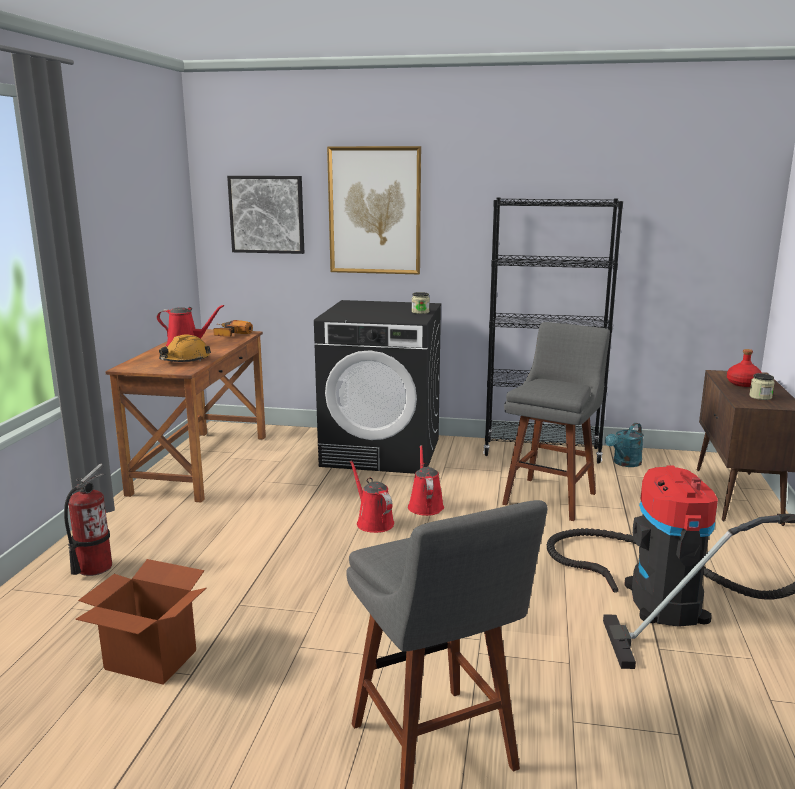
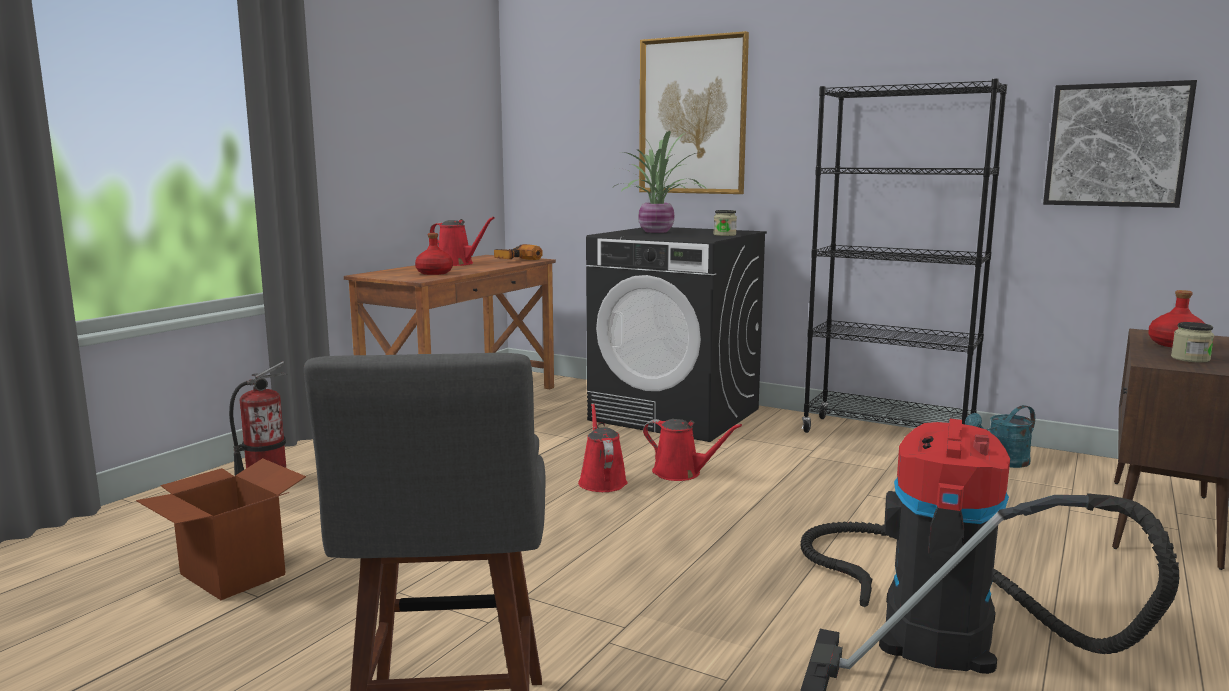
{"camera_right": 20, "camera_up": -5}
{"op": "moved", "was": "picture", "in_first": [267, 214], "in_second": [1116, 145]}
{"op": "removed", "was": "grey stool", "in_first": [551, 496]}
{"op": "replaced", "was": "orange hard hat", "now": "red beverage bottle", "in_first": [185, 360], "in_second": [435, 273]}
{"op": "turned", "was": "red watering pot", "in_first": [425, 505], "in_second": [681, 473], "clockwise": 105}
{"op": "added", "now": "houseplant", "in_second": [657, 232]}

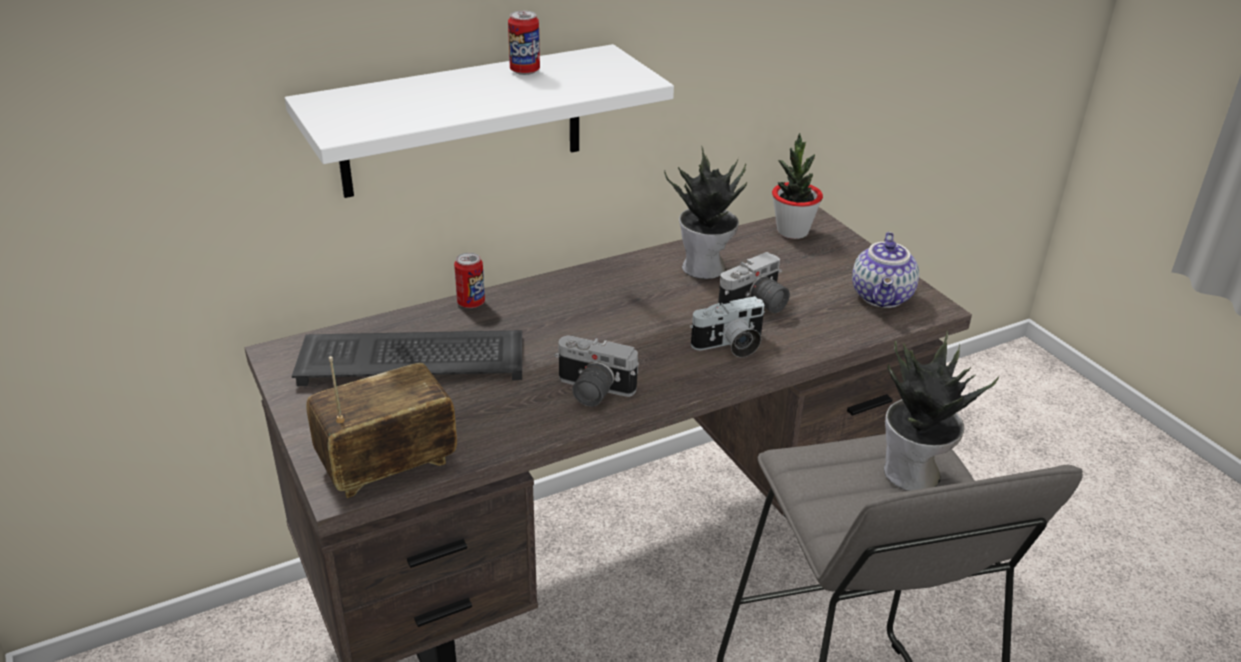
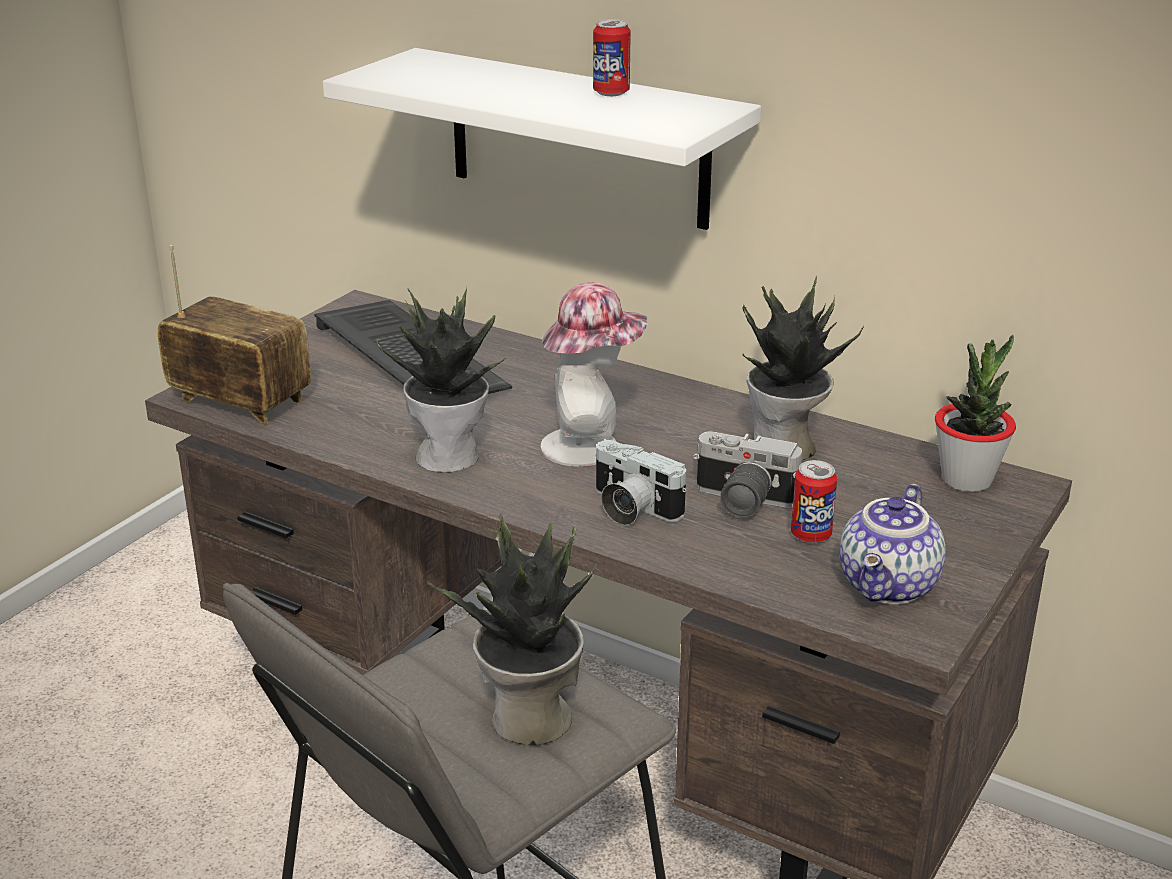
{"camera_right": 60, "camera_up": -5}
{"op": "turned", "was": "teapot", "in_first": [883, 297], "in_second": [890, 586], "clockwise": -45}
{"op": "moved", "was": "sealed can", "in_first": [471, 303], "in_second": [811, 535]}
{"op": "replaced", "was": "photo camera", "now": "houseplant", "in_first": [591, 392], "in_second": [450, 456]}
{"op": "added", "now": "hat", "in_second": [590, 446]}

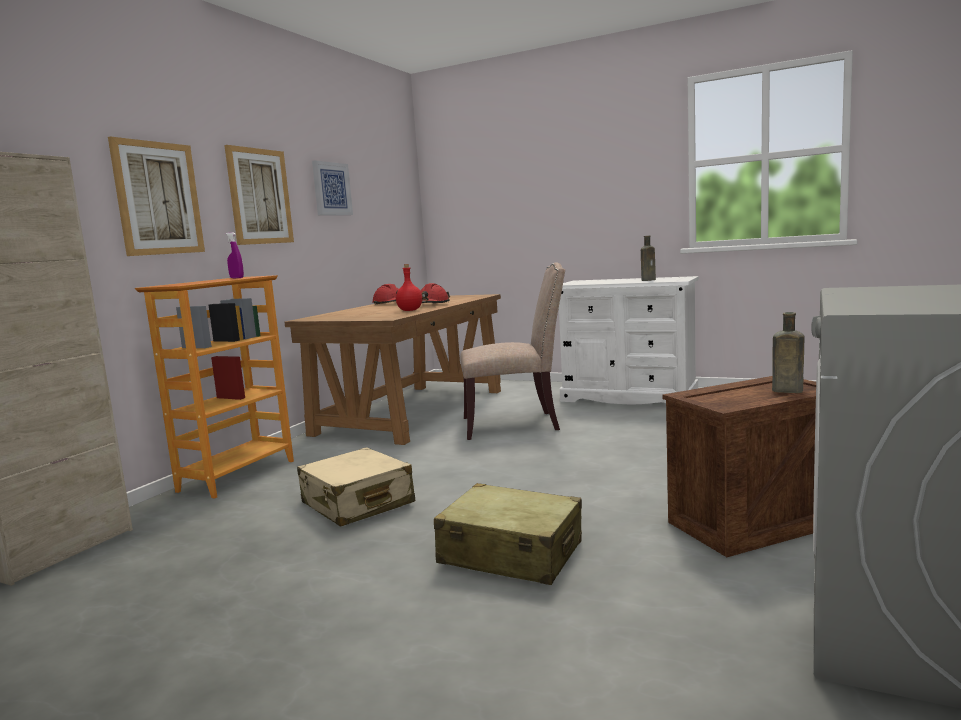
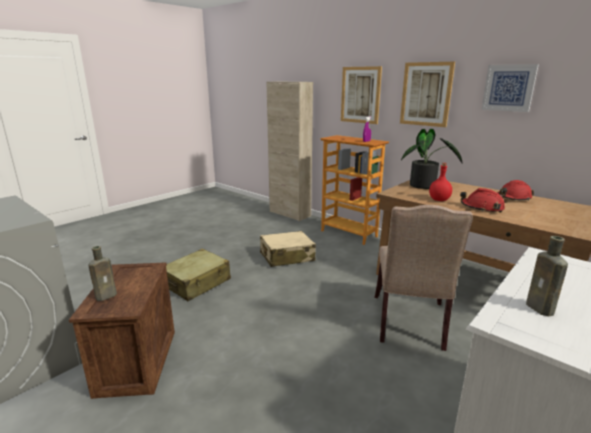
{"camera_right": 105, "camera_up": 10}
{"op": "added", "now": "houseplant", "in_second": [425, 186]}

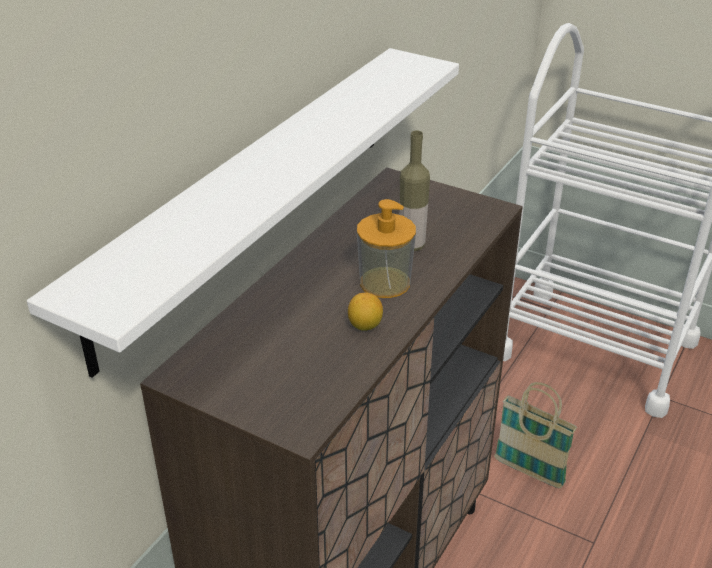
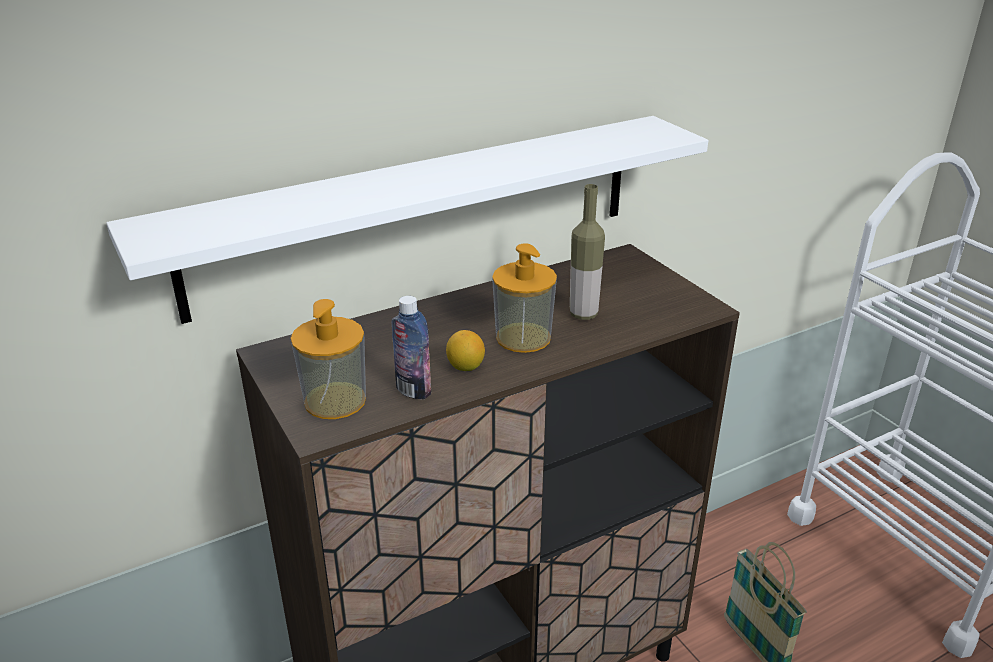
{"camera_right": 30, "camera_up": -5}
{"op": "added", "now": "beverage bottle", "in_second": [413, 390]}
{"op": "added", "now": "soap dispenser", "in_second": [335, 400]}

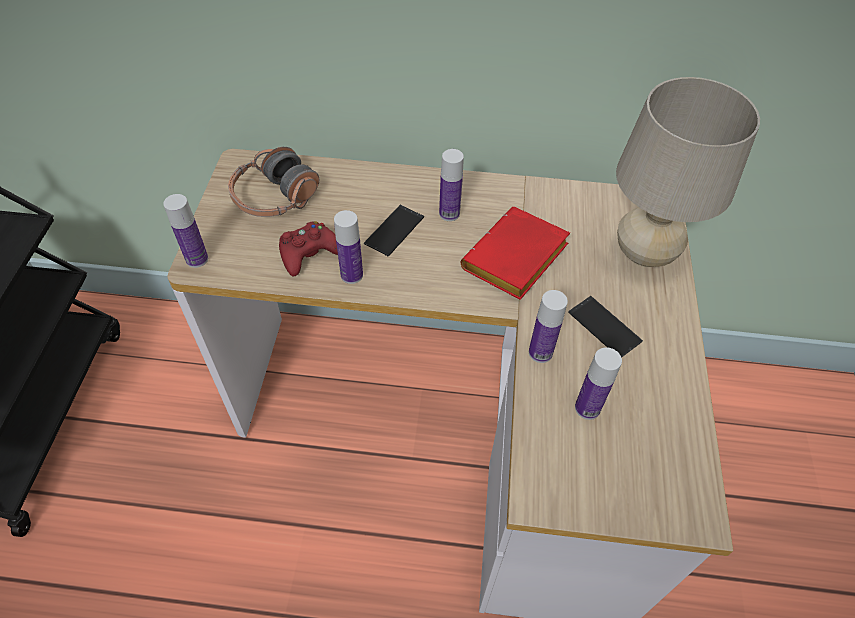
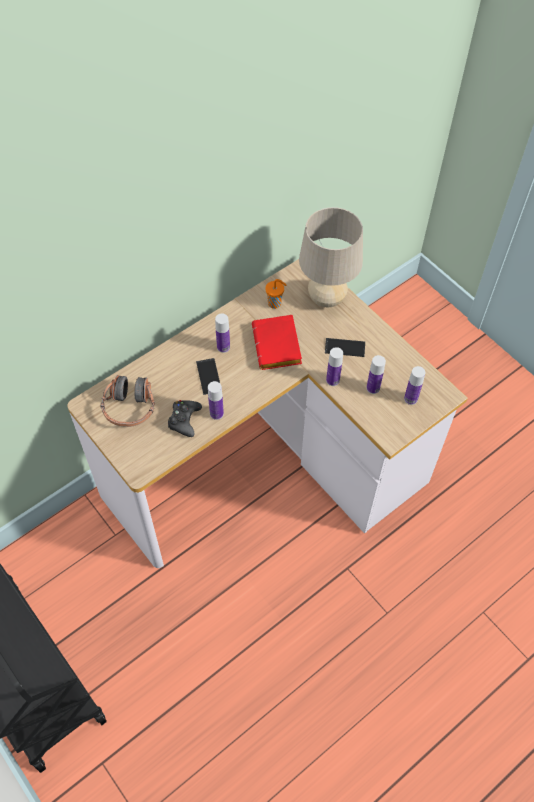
{"camera_right": -45, "camera_up": 5}
{"op": "moved", "was": "beverage bottle", "in_first": [197, 259], "in_second": [410, 399]}
{"op": "recoloured", "was": "red joypad", "now": "black joypad", "in_first": [309, 253], "in_second": [184, 420]}
{"op": "added", "now": "orange cup", "in_second": [275, 304]}

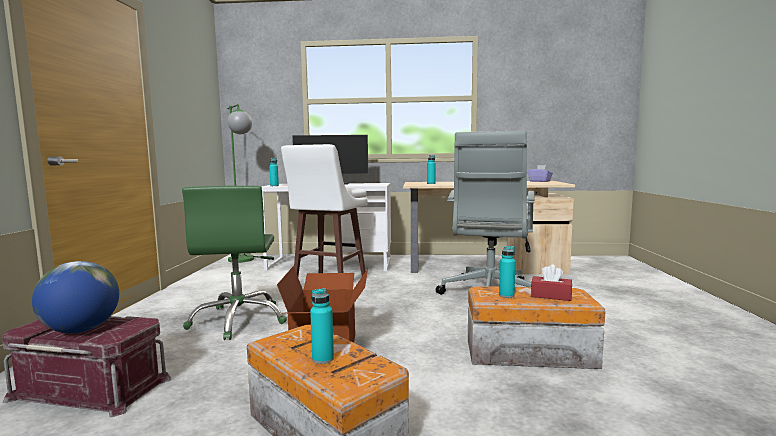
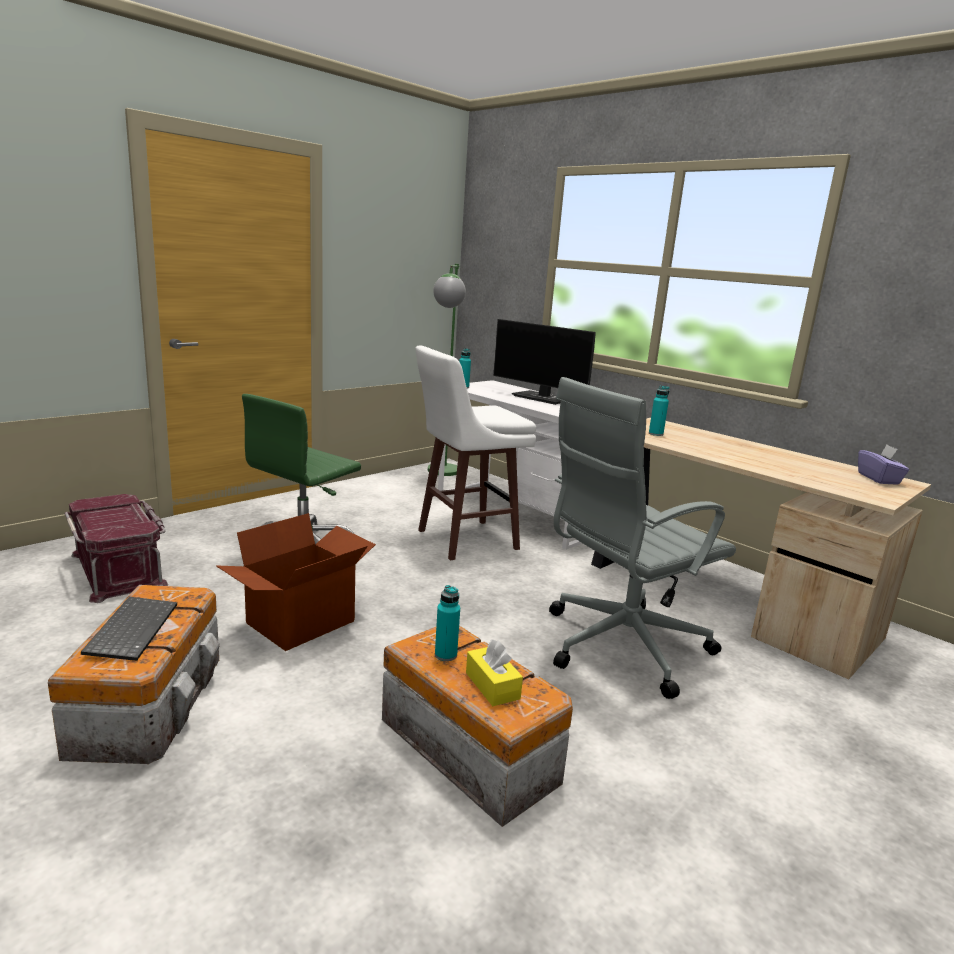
{"camera_right": 40, "camera_up": 10}
{"op": "removed", "was": "world globe", "in_first": [81, 330]}
{"op": "recoloured", "was": "red box of tissues", "now": "yellowish box of tissues", "in_first": [551, 296], "in_second": [492, 686]}
{"op": "replaced", "was": "turquoise beverage bottle", "now": "computer keyboard", "in_first": [323, 359], "in_second": [131, 629]}

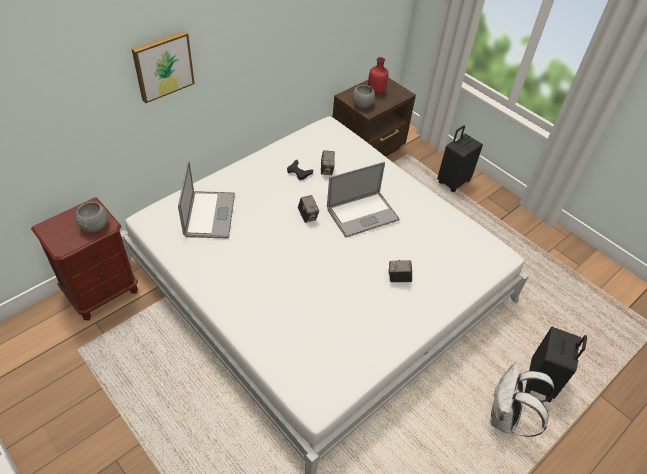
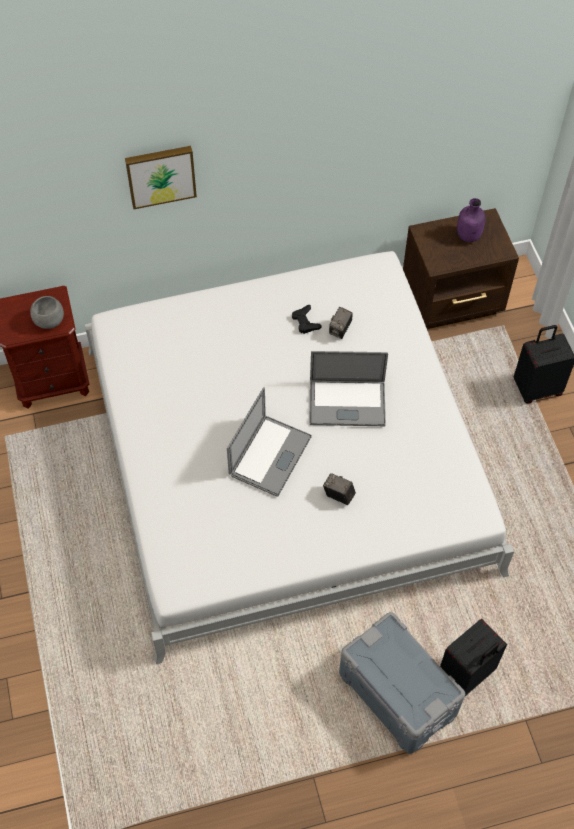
{"camera_right": 30, "camera_up": 10}
{"op": "recoloured", "was": "red beverage bottle", "now": "purple beverage bottle", "in_first": [376, 91], "in_second": [469, 236]}
{"op": "removed", "was": "grey bowl", "in_first": [362, 105]}
{"op": "moved", "was": "portable computer", "in_first": [209, 214], "in_second": [270, 455]}
{"op": "removed", "was": "photo camera", "in_first": [308, 216]}
{"op": "replaced", "was": "whitish knapsack", "now": "grey storage container", "in_first": [505, 418], "in_second": [396, 694]}

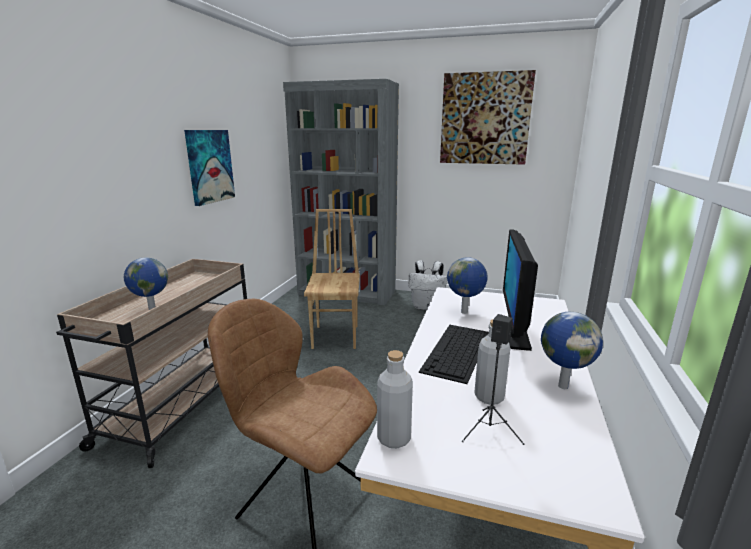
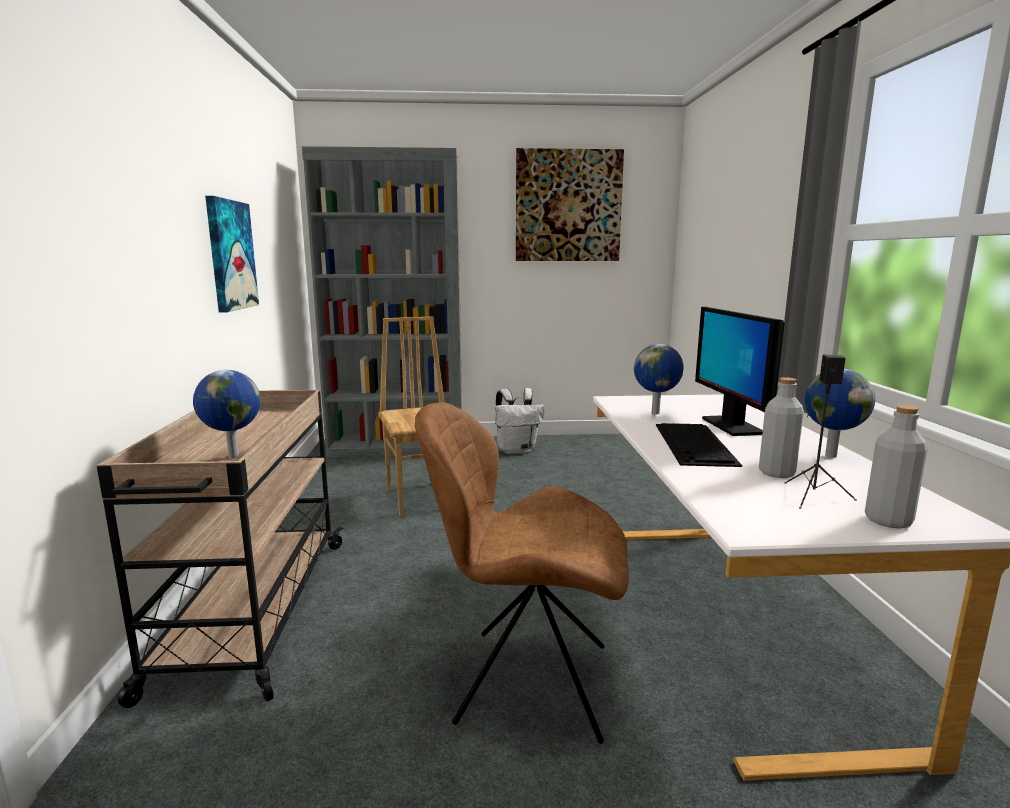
{"camera_right": -20, "camera_up": -5}
{"op": "moved", "was": "grey beverage bottle", "in_first": [394, 438], "in_second": [888, 520]}

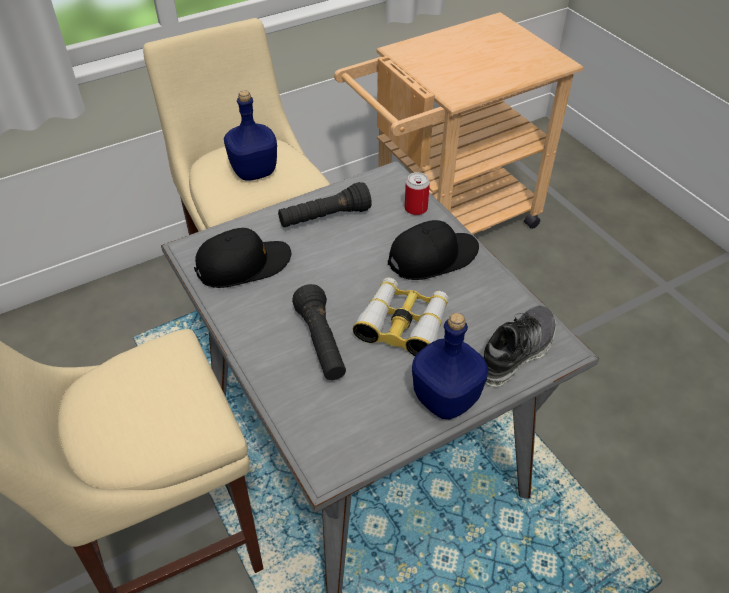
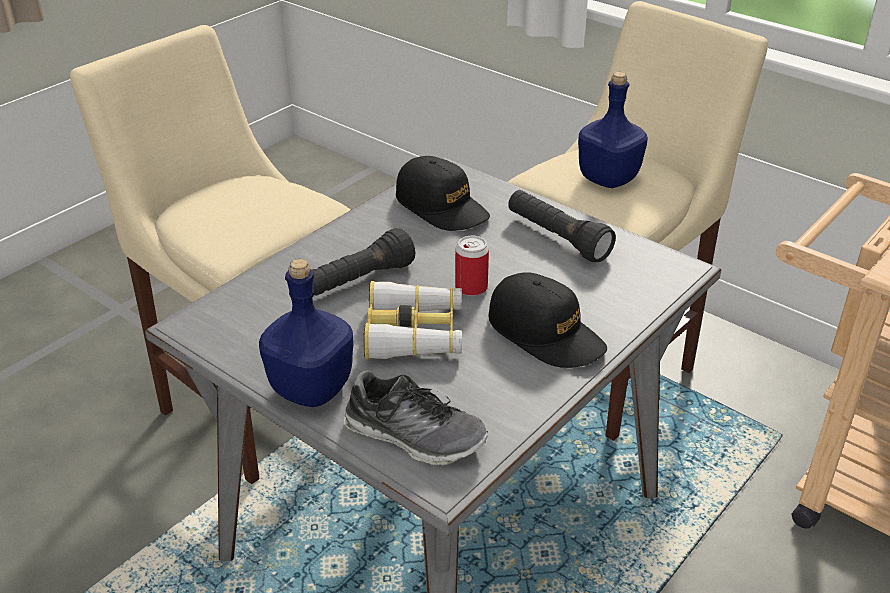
{"camera_right": 70, "camera_up": -10}
{"op": "moved", "was": "sealed can", "in_first": [416, 208], "in_second": [471, 287]}

